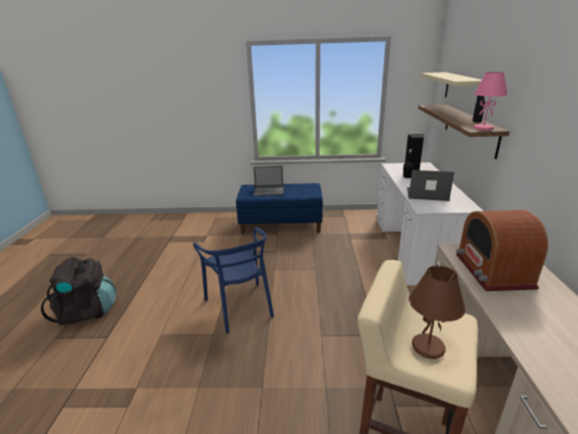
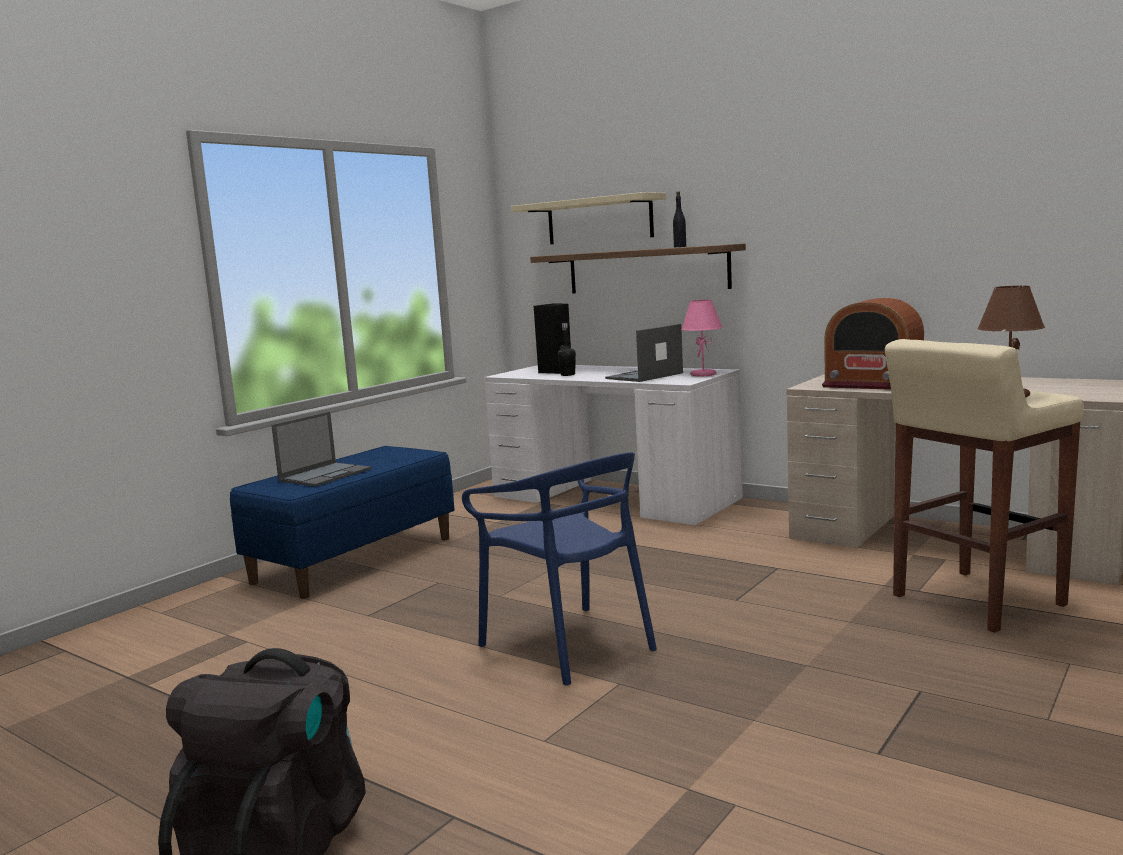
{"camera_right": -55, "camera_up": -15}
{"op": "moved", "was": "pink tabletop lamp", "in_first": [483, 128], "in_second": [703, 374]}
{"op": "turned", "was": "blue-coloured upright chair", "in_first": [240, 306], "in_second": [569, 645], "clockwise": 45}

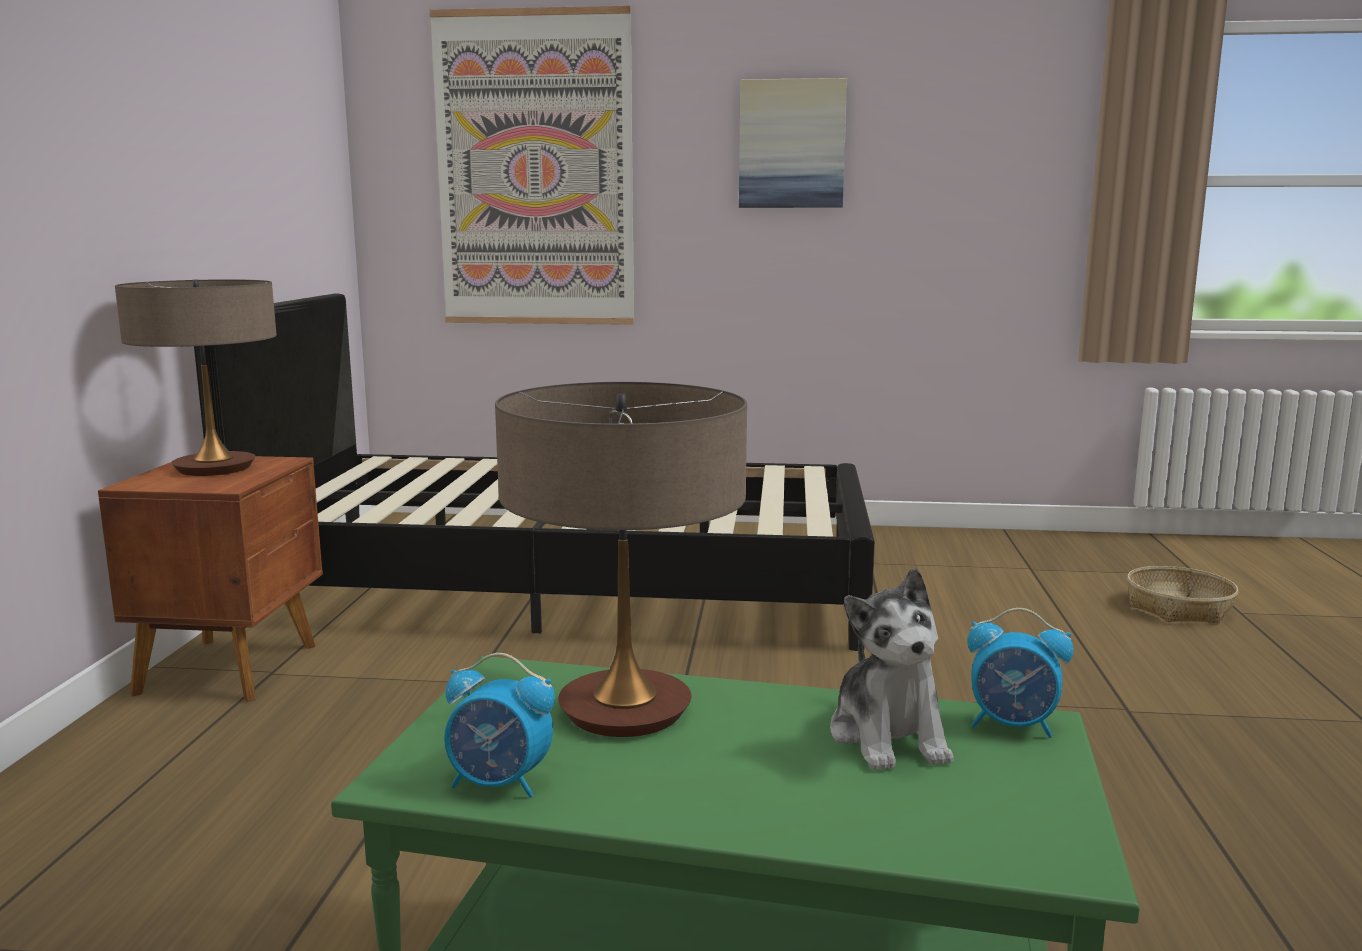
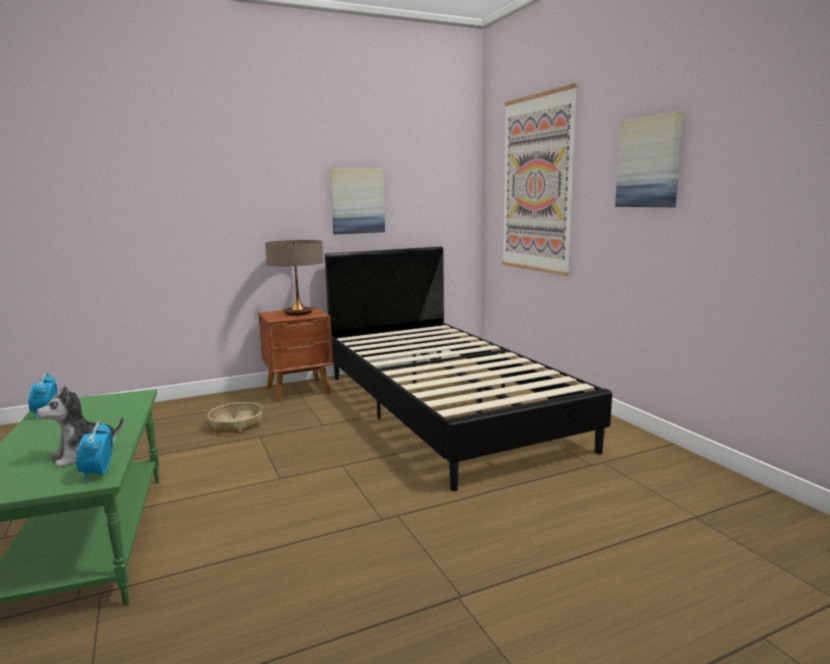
{"camera_right": 60, "camera_up": 0}
{"op": "removed", "was": "tabletop lamp", "in_first": [624, 711]}
{"op": "moved", "was": "household basket", "in_first": [1178, 608], "in_second": [237, 425]}
{"op": "added", "now": "picture", "in_second": [357, 201]}

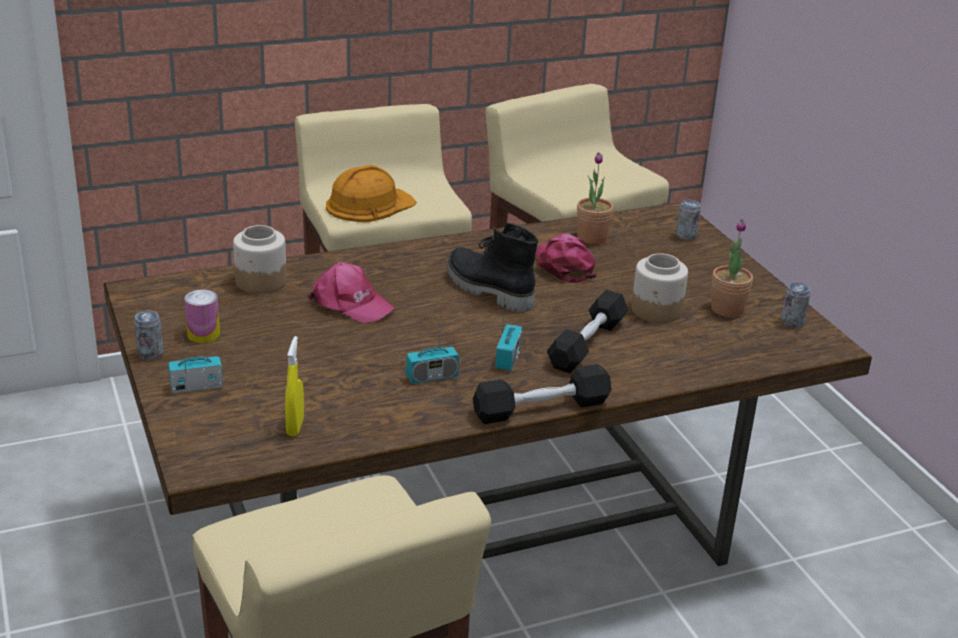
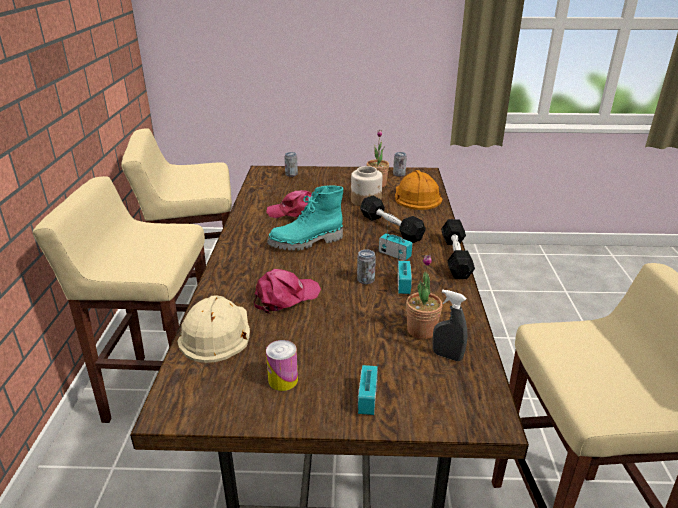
{"camera_right": -65, "camera_up": 0}
{"op": "moved", "was": "houseplant", "in_first": [592, 238], "in_second": [421, 330]}
{"op": "moved", "was": "orange hard hat", "in_first": [369, 204], "in_second": [416, 197]}
{"op": "recoloured", "was": "black boot", "now": "turquoise boot", "in_first": [487, 290], "in_second": [306, 242]}
{"op": "replaced", "was": "jar", "now": "beige-coloured hard hat", "in_first": [260, 281], "in_second": [216, 333]}
{"op": "moved", "was": "sealed can", "in_first": [150, 354], "in_second": [365, 280]}
{"op": "recoloured", "was": "yellowish hand sprayer", "now": "grey hand sprayer", "in_first": [295, 427], "in_second": [447, 356]}

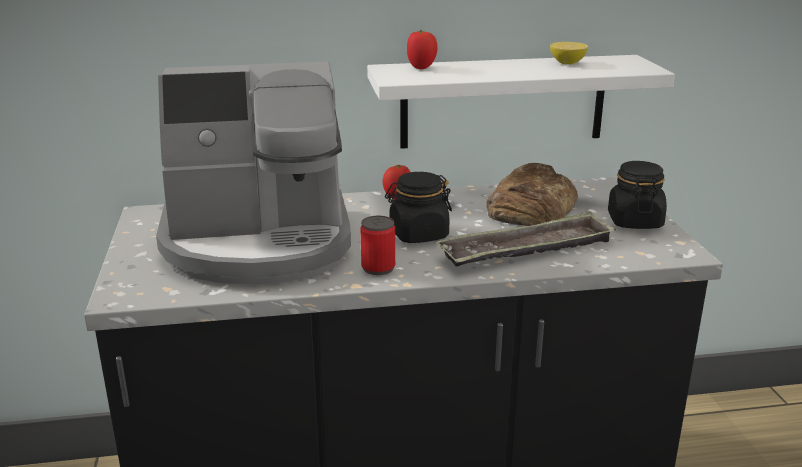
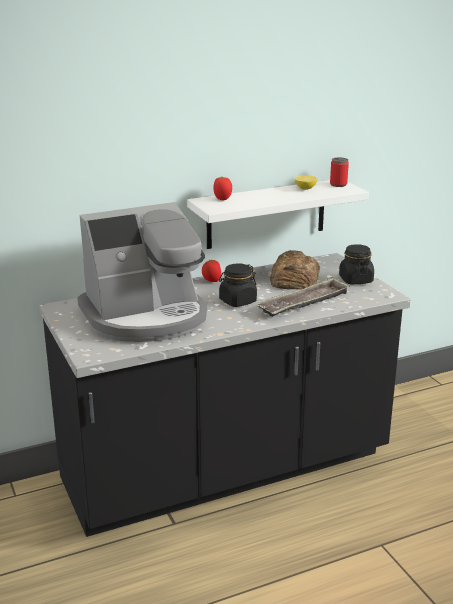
{"camera_right": -15, "camera_up": 0}
{"op": "moved", "was": "sealed can", "in_first": [378, 268], "in_second": [338, 184]}

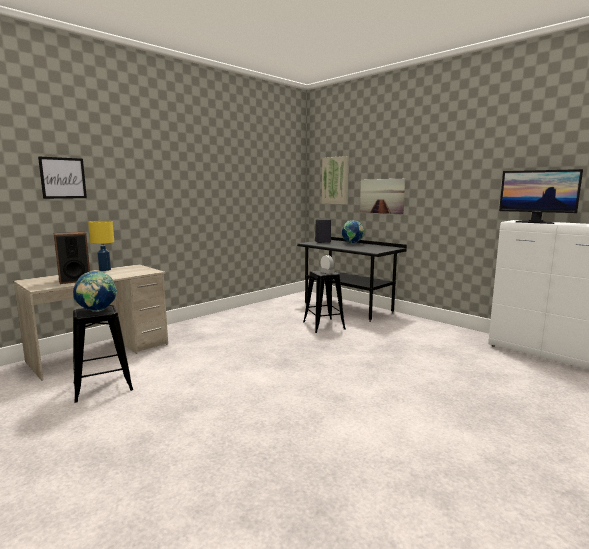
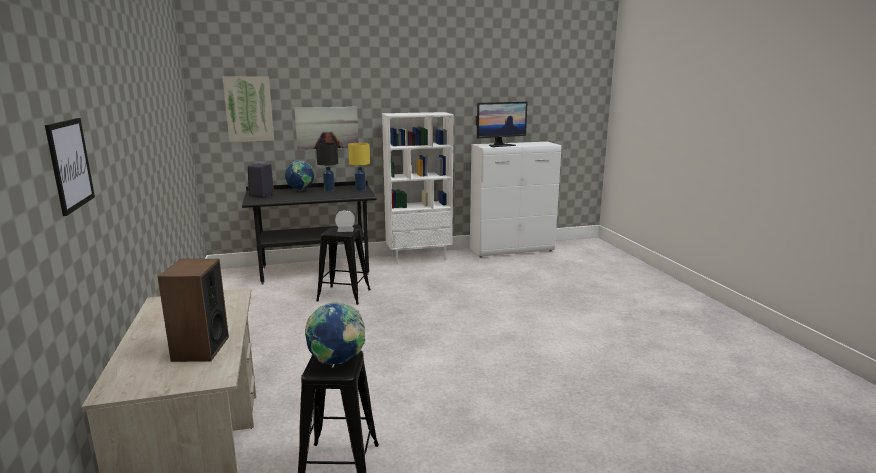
{"camera_right": -60, "camera_up": 5}
{"op": "moved", "was": "yellowish tabletop lamp", "in_first": [105, 270], "in_second": [360, 189]}
{"op": "added", "now": "whitish bookcase", "in_second": [419, 257]}
{"op": "added", "now": "black tabletop lamp", "in_second": [329, 190]}

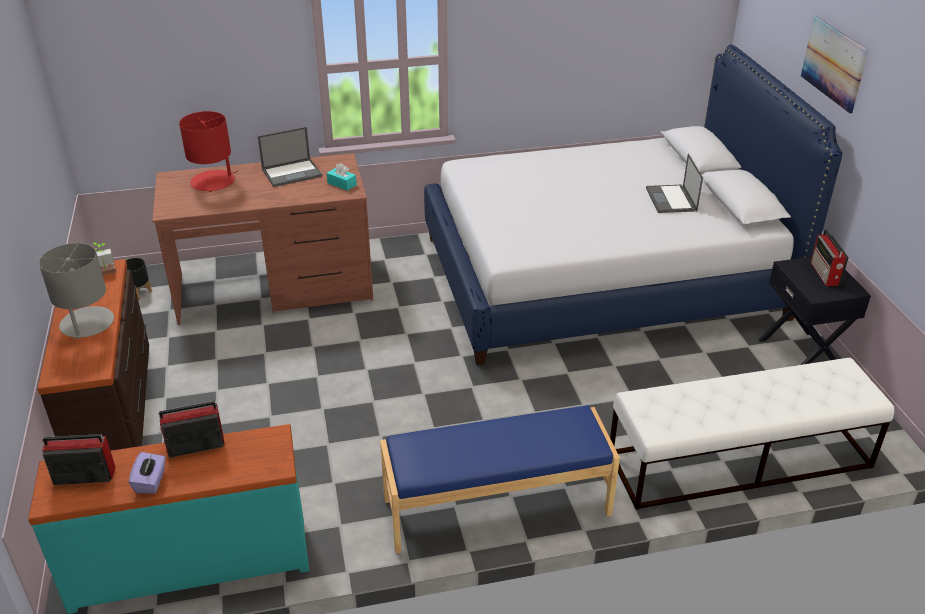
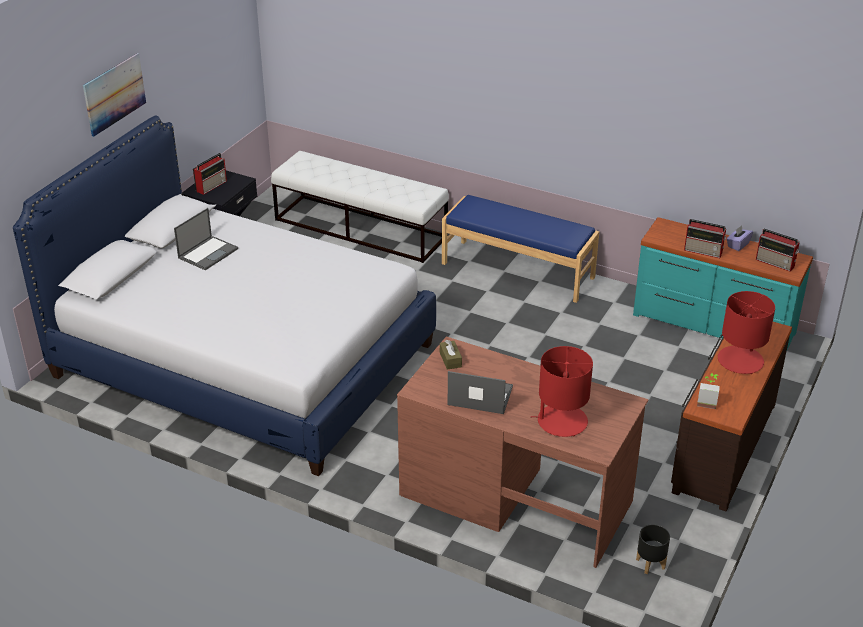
{"camera_right": -140, "camera_up": 0}
{"op": "recoloured", "was": "turquoise box of tissues", "now": "brownish box of tissues", "in_first": [342, 184], "in_second": [450, 359]}
{"op": "recoloured", "was": "grey tabletop lamp", "now": "red tabletop lamp", "in_first": [87, 324], "in_second": [741, 360]}

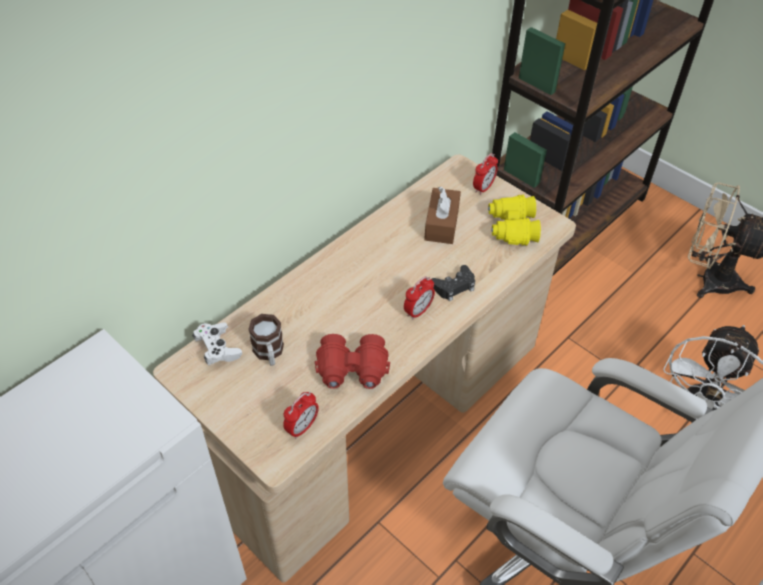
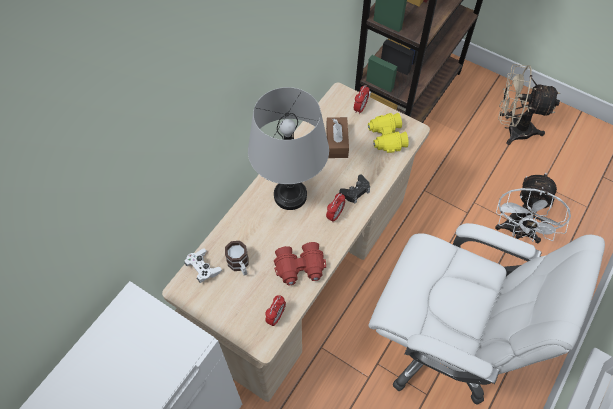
{"camera_right": -10, "camera_up": 10}
{"op": "added", "now": "grey tabletop lamp", "in_second": [290, 195]}

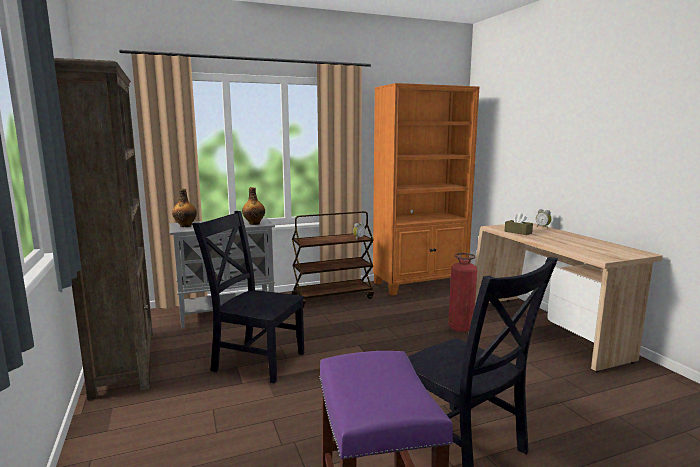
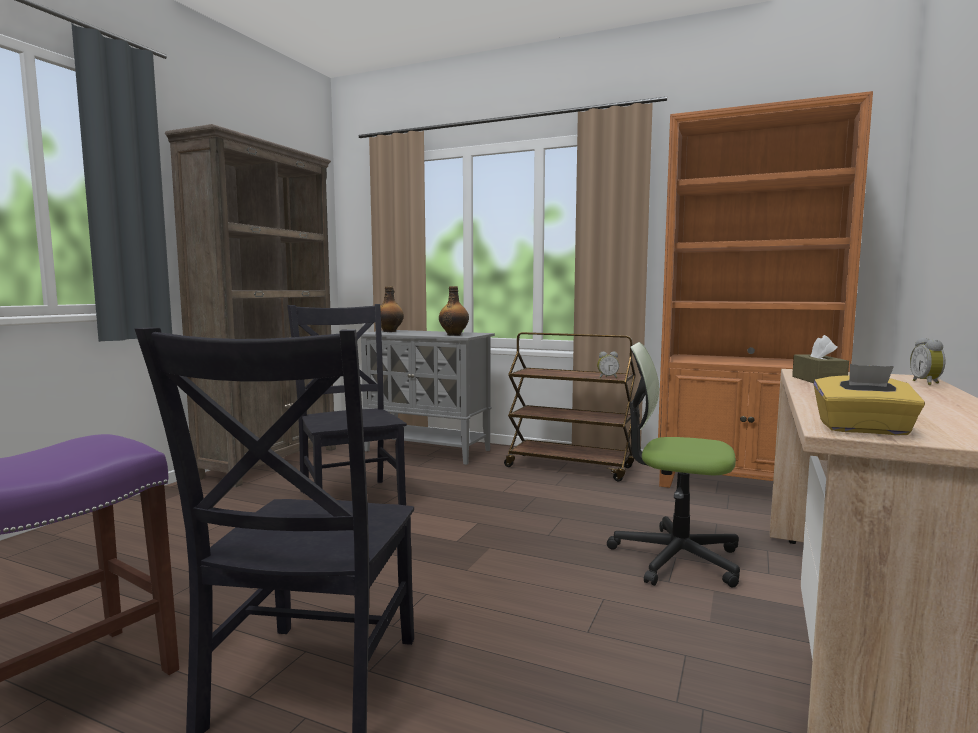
{"camera_right": 45, "camera_up": -5}
{"op": "replaced", "was": "extinguisher", "now": "desk chair", "in_first": [460, 327], "in_second": [675, 558]}
{"op": "added", "now": "yellowish box of tissues", "in_second": [863, 429]}

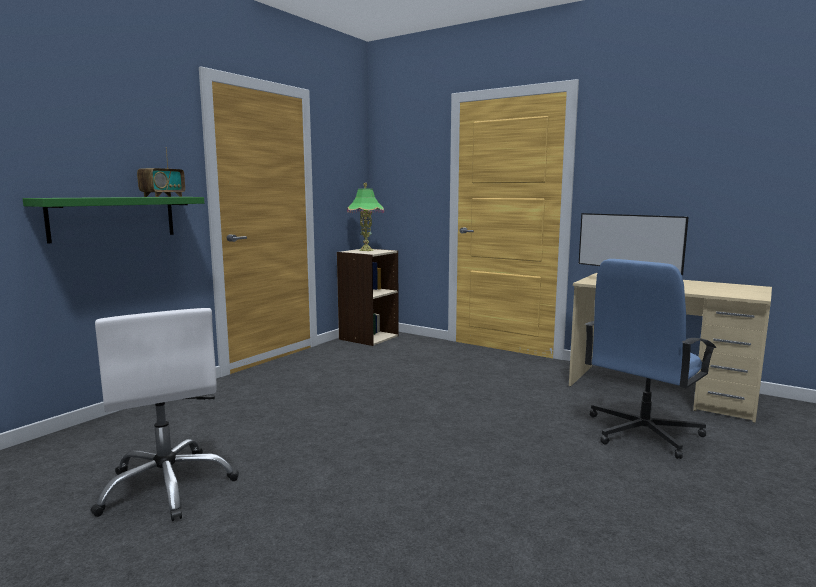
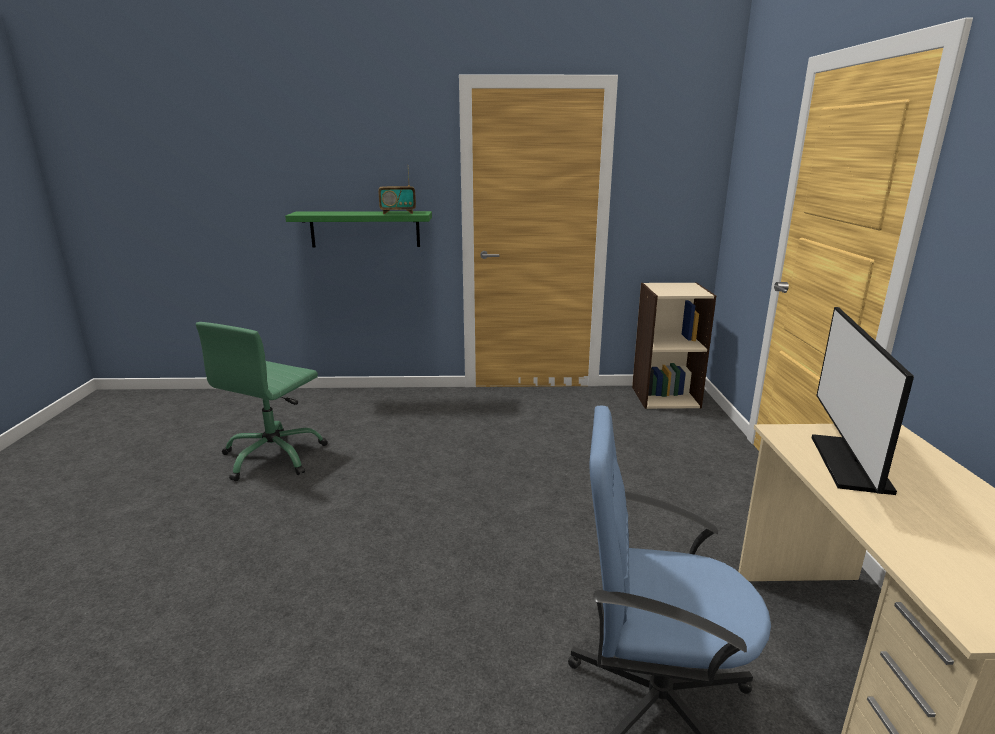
{"camera_right": 55, "camera_up": 10}
{"op": "removed", "was": "tabletop lamp", "in_first": [366, 250]}
{"op": "recoloured", "was": "whitish desk chair", "now": "green-coloured desk chair", "in_first": [168, 486], "in_second": [274, 456]}

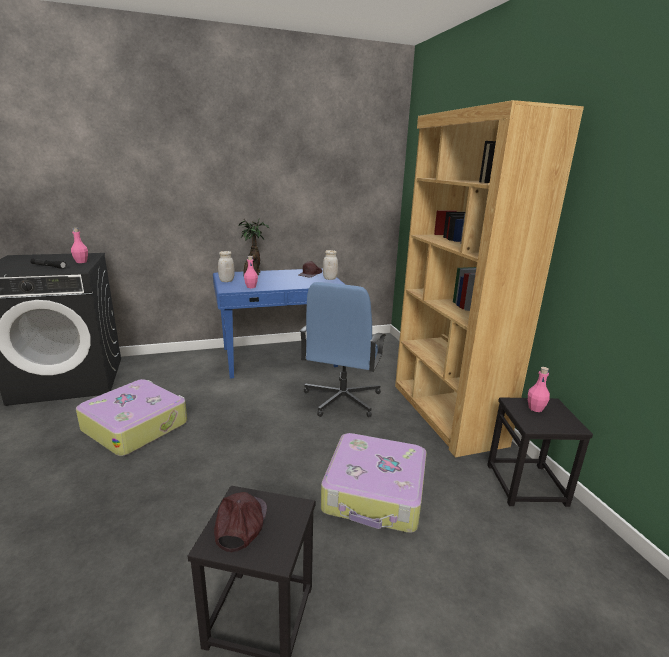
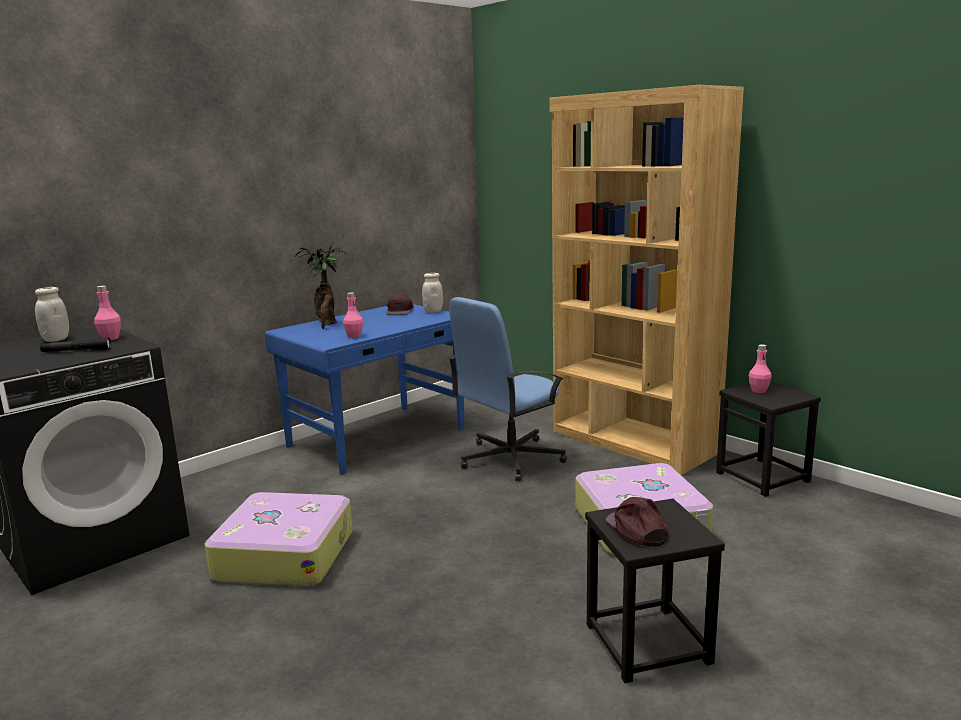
{"camera_right": -25, "camera_up": -5}
{"op": "moved", "was": "whitish jar", "in_first": [226, 281], "in_second": [56, 339]}
{"op": "turned", "was": "blue-coloured desk chair", "in_first": [341, 399], "in_second": [510, 459], "clockwise": 60}

